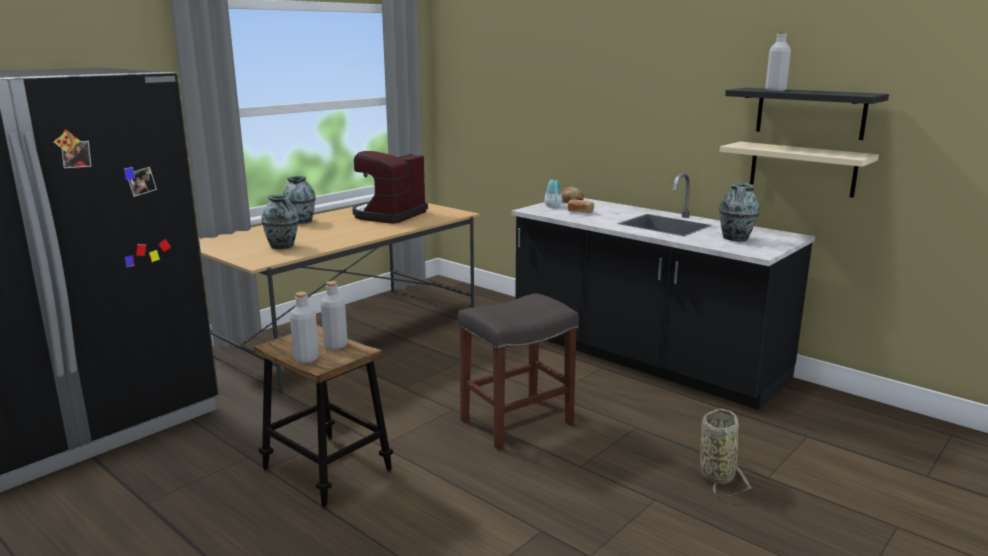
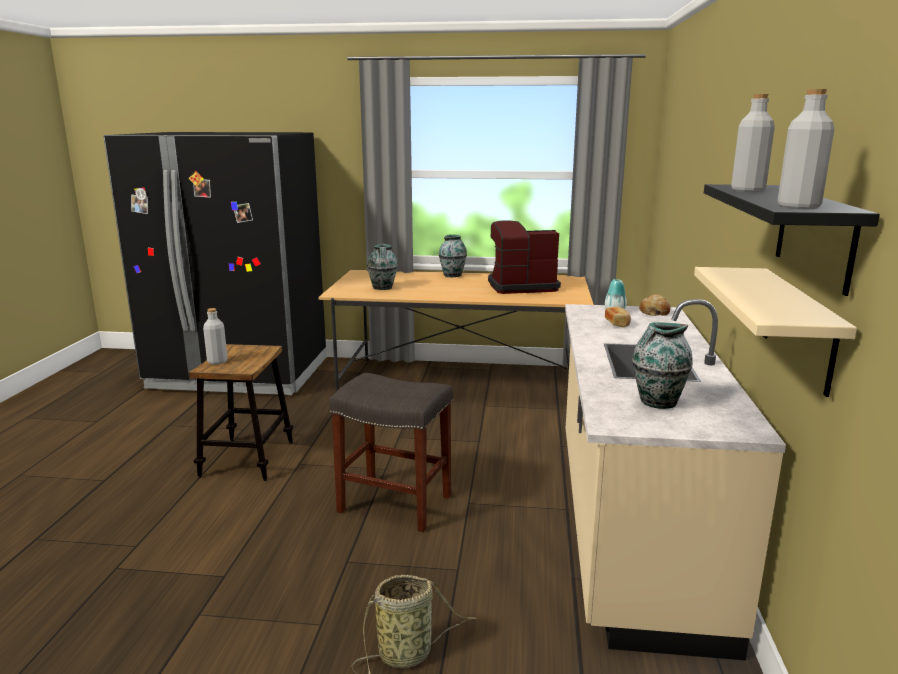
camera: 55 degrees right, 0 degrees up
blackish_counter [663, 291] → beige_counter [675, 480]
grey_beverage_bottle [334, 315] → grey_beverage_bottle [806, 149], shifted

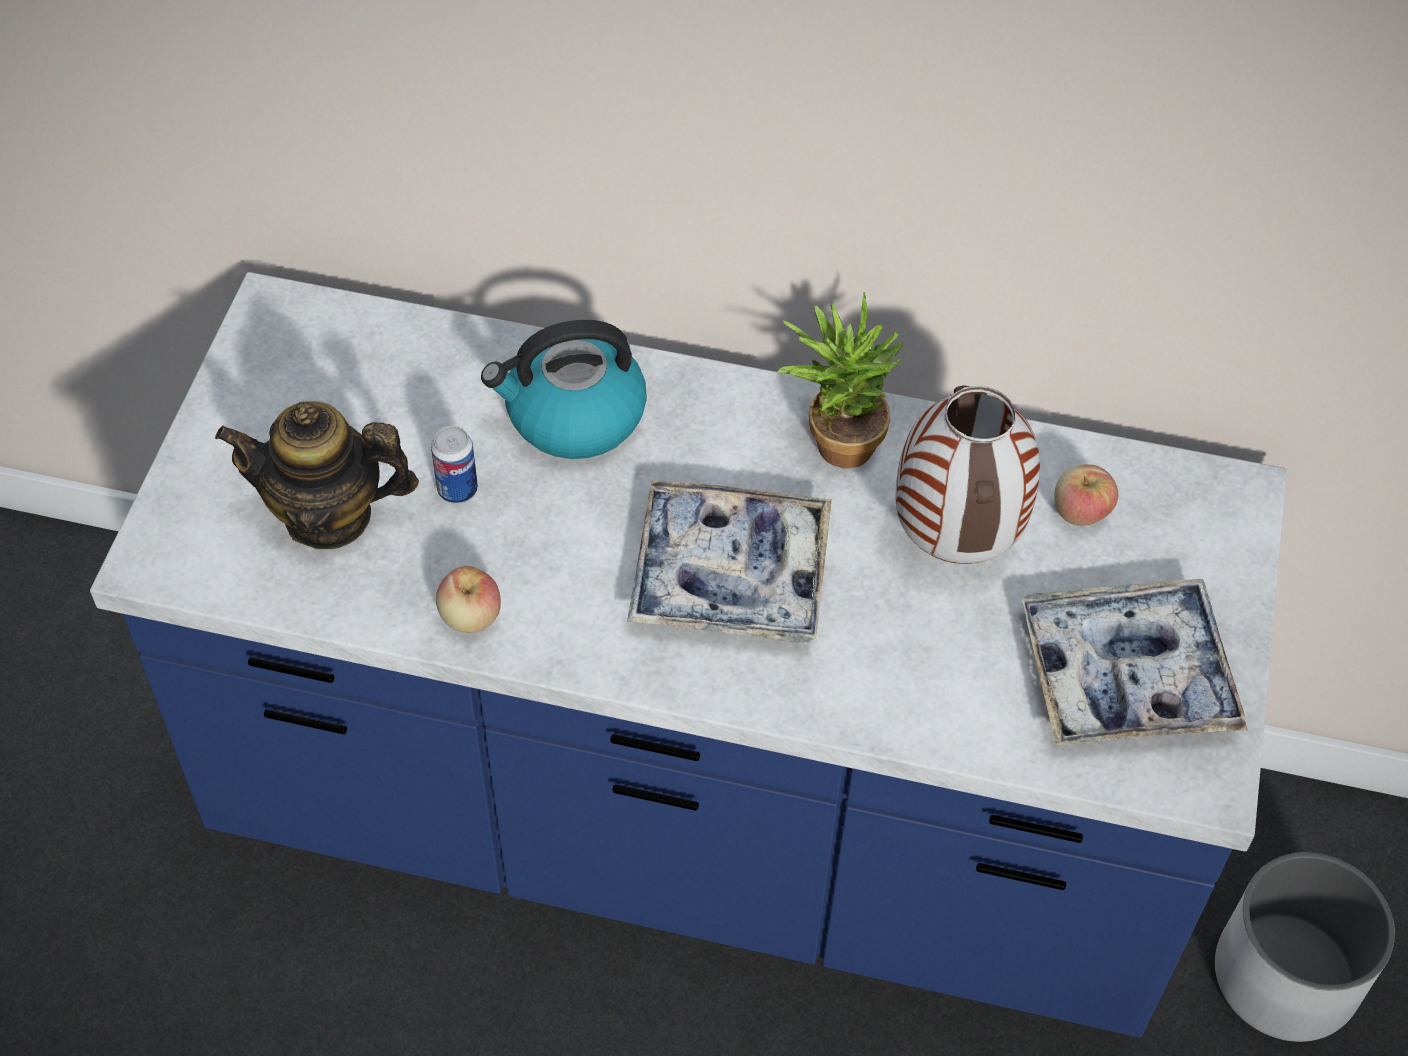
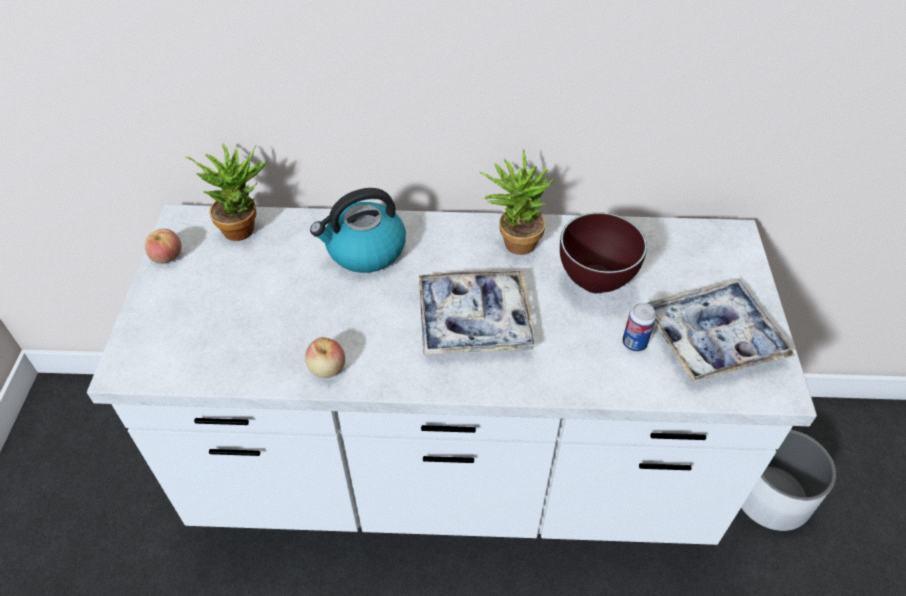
camera: 10 degrees left, 5 degrees down
blue-coloured_counter [688, 655] → white_counter [452, 374]
apple [1086, 495] → apple [163, 246], shifted
- → plant_in_a_pot [226, 192]
decorative_vase [968, 474] → brownish_bowl [603, 252]
sealed_can [454, 464] → sealed_can [639, 327], shifted
tea_pot [317, 475] → -

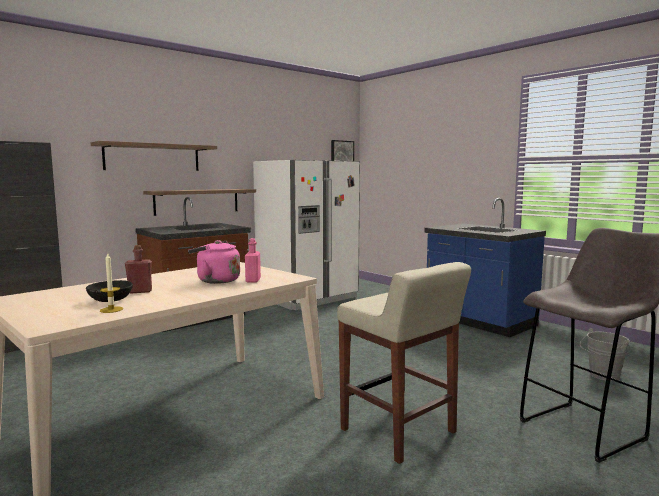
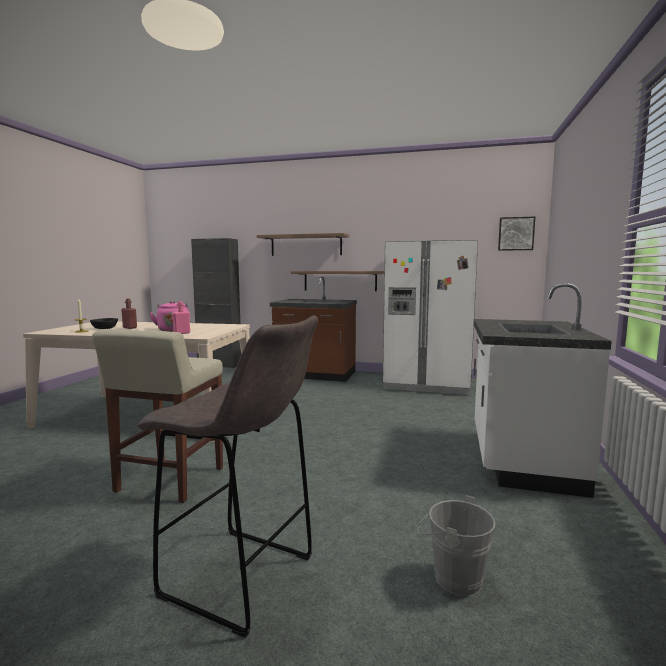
camera: 55 degrees right, 0 degrees up
blue-coloured_counter [485, 267] → white_counter [543, 390]

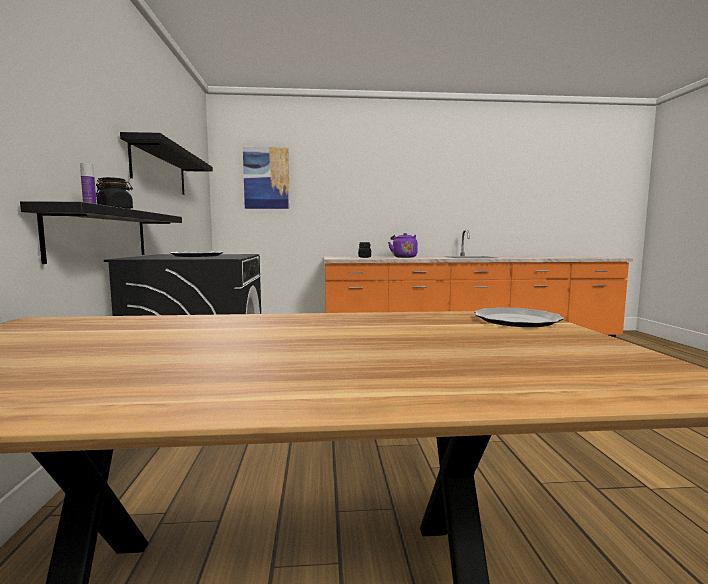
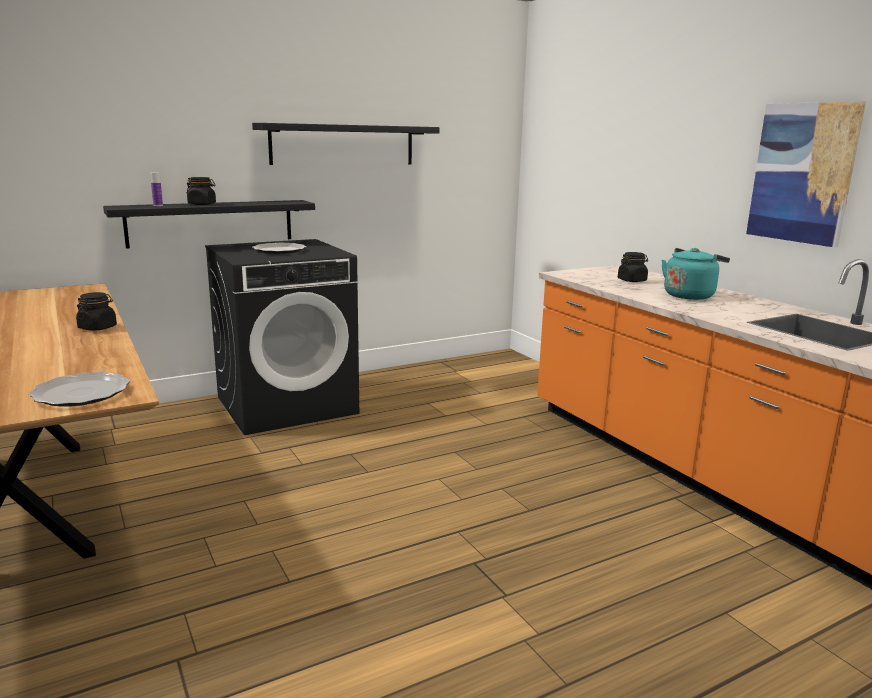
camera: 65 degrees right, 10 degrees up
- → blackish_preserve_jar [96, 311]
purplish_kettle [403, 245] → turquoise_kettle [695, 274]
wall_picture [266, 178] → wall_picture [806, 174], shifted

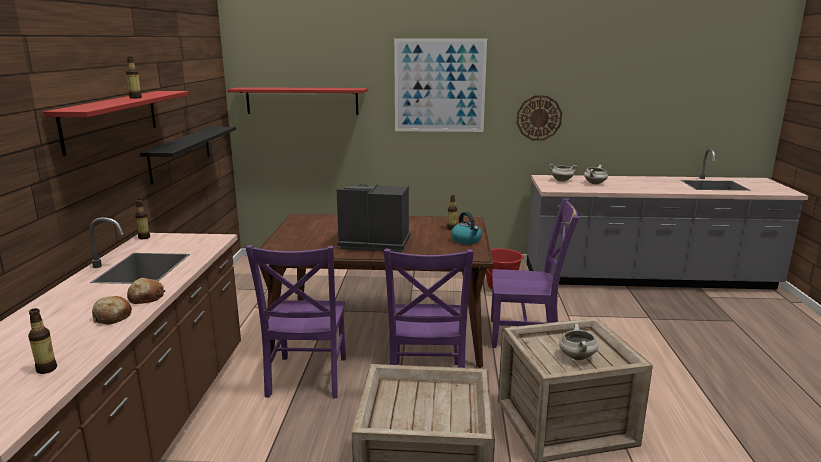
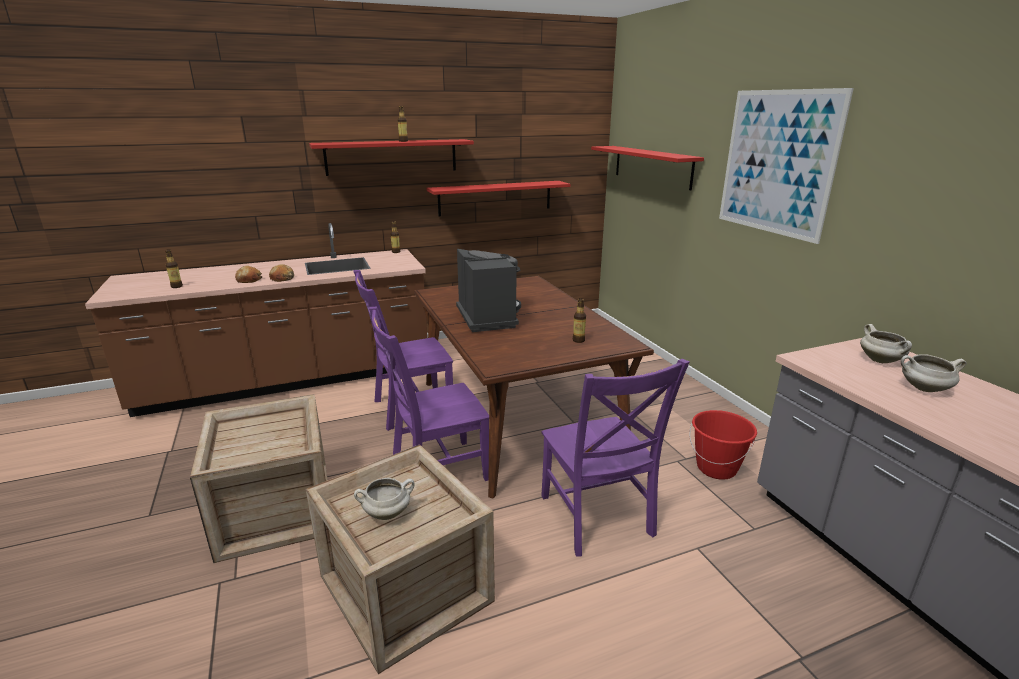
camera: 65 degrees right, 5 degrees up
blackish_bracket_shelf [188, 156] → reddish_bracket_shelf [498, 198]
kettle [466, 228] → -
hanging_clock [539, 118] → -

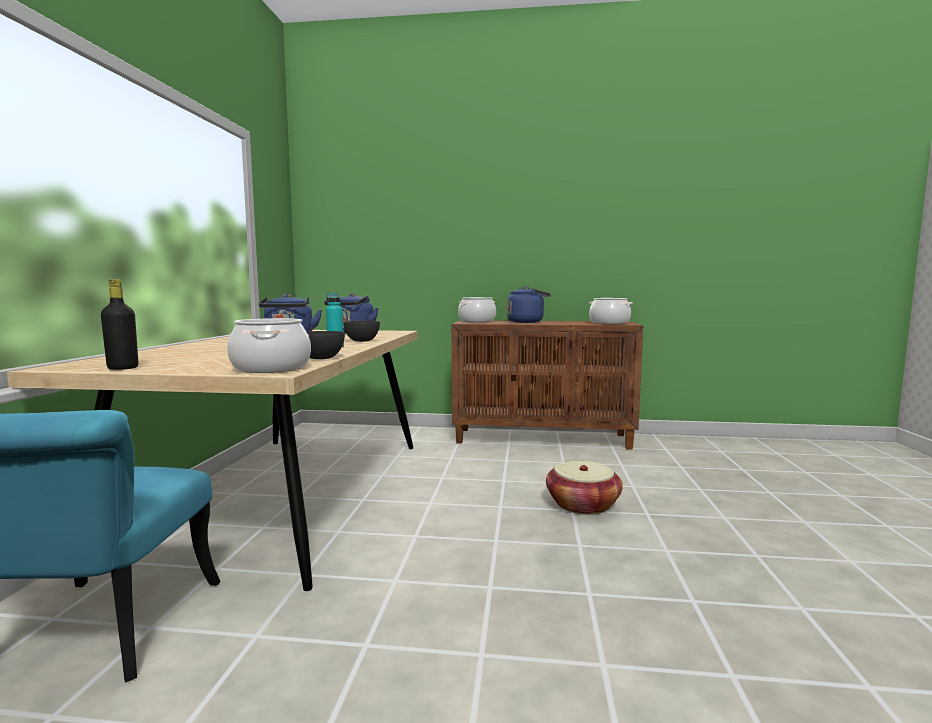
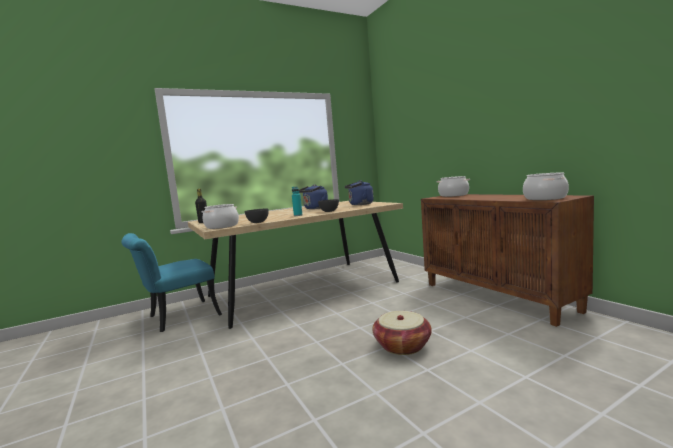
camera: 55 degrees right, 0 degrees up
blue-coloured_kettle [529, 304] → -

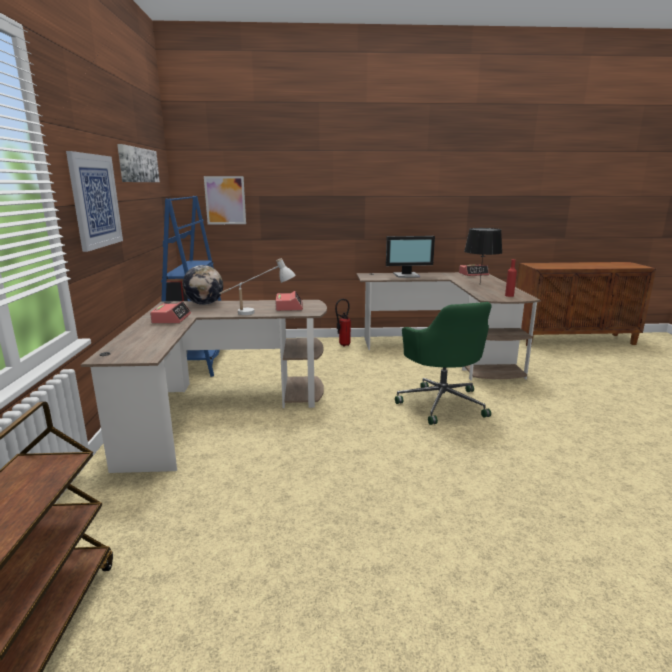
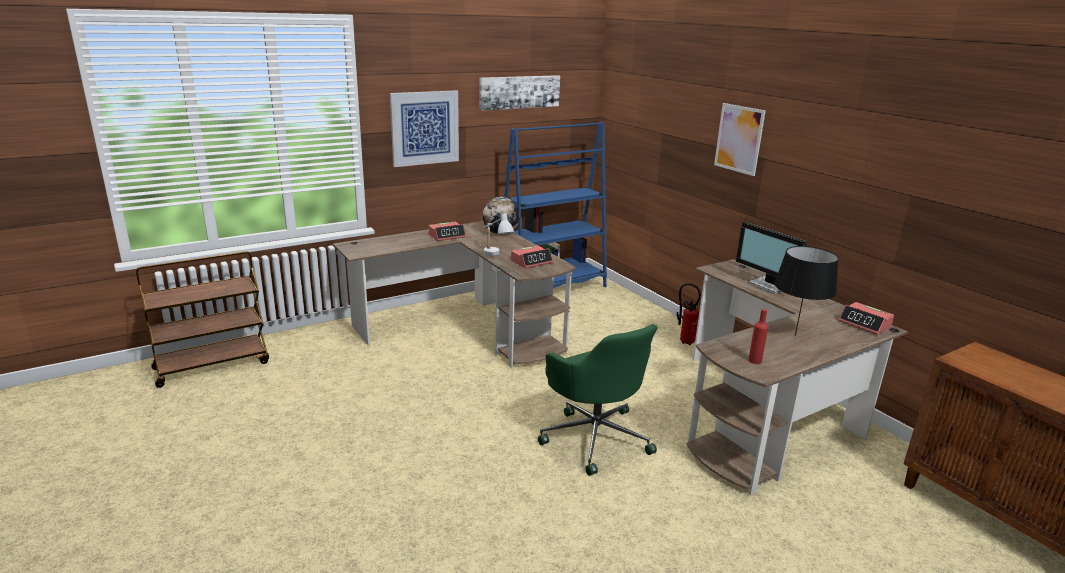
camera: 60 degrees right, 5 degrees up
green_computer_chair [443, 363] → green_computer_chair [597, 400], 75 degrees counterclockwise
wall_picture [225, 200] → wall_picture [740, 139], shifted

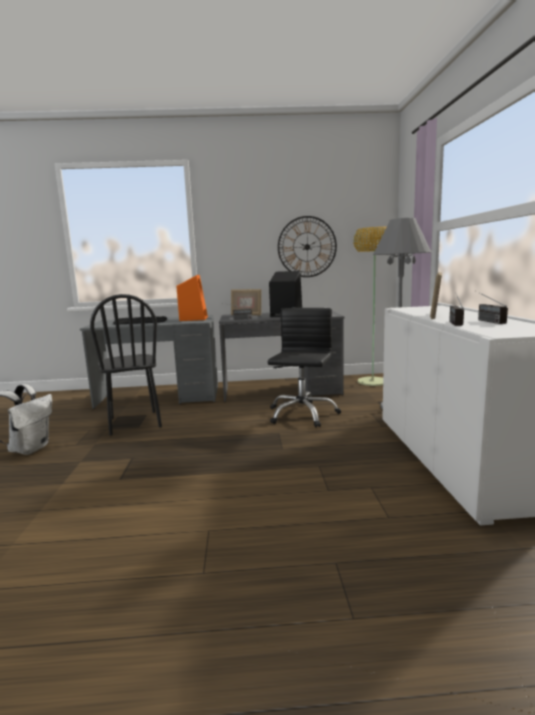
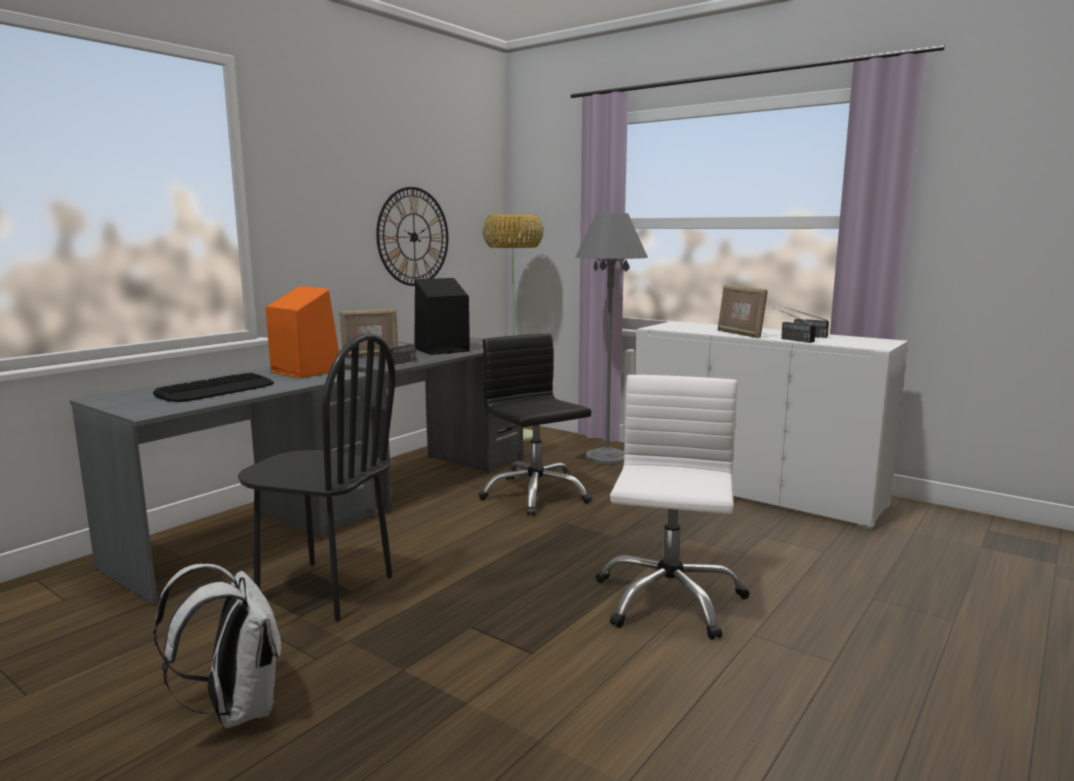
camera: 50 degrees left, 0 degrees up
- → white_computer_chair [673, 507]

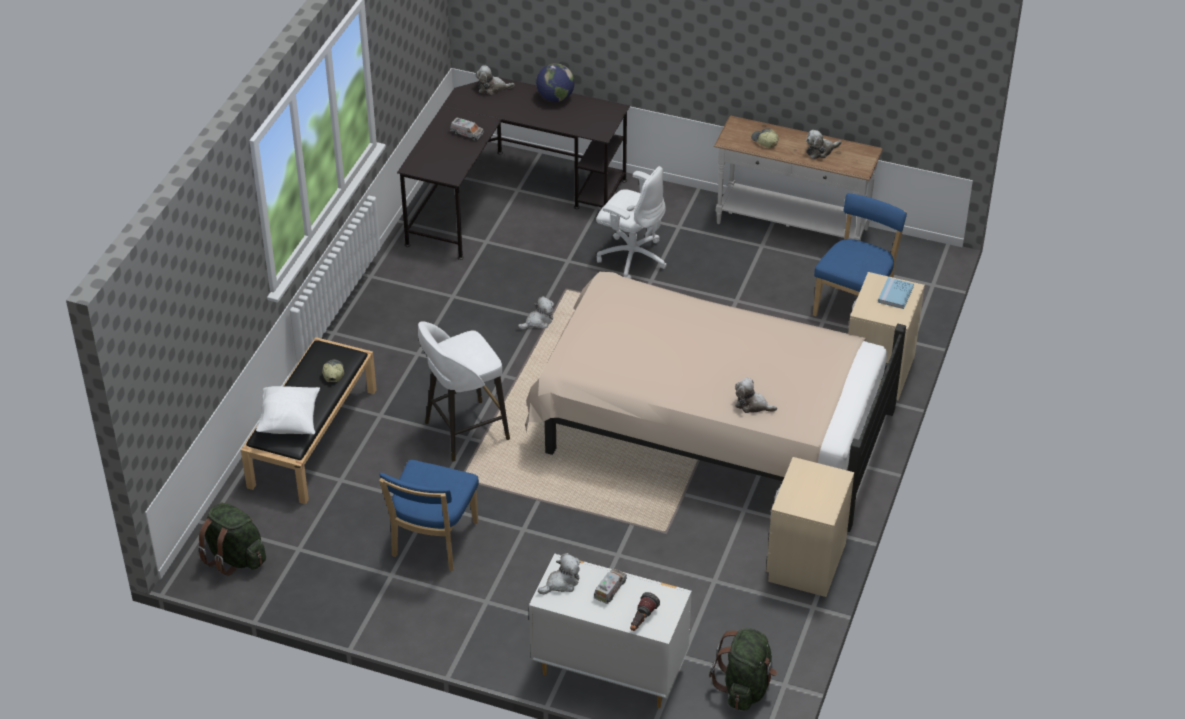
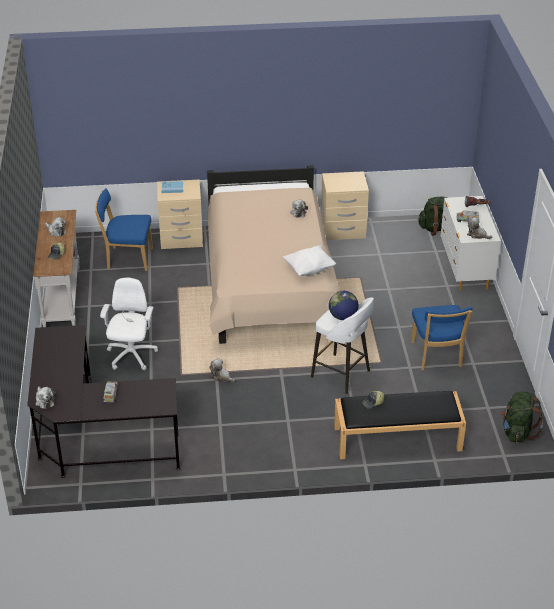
camera: 115 degrees left, 5 degrees down
white_pillow [288, 410] → white_pillow [309, 260], shifted
globe [555, 82] → globe [344, 305], shifted
blue-coloured_upright_chair [429, 515] → blue-coloured_upright_chair [442, 338], 90 degrees clockwise

